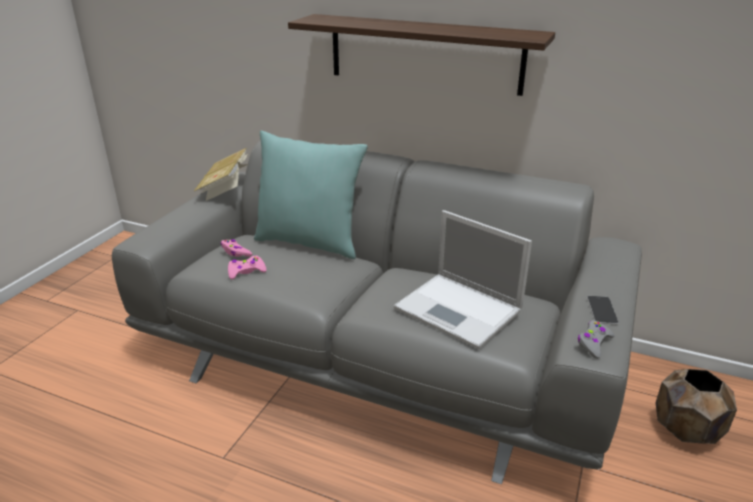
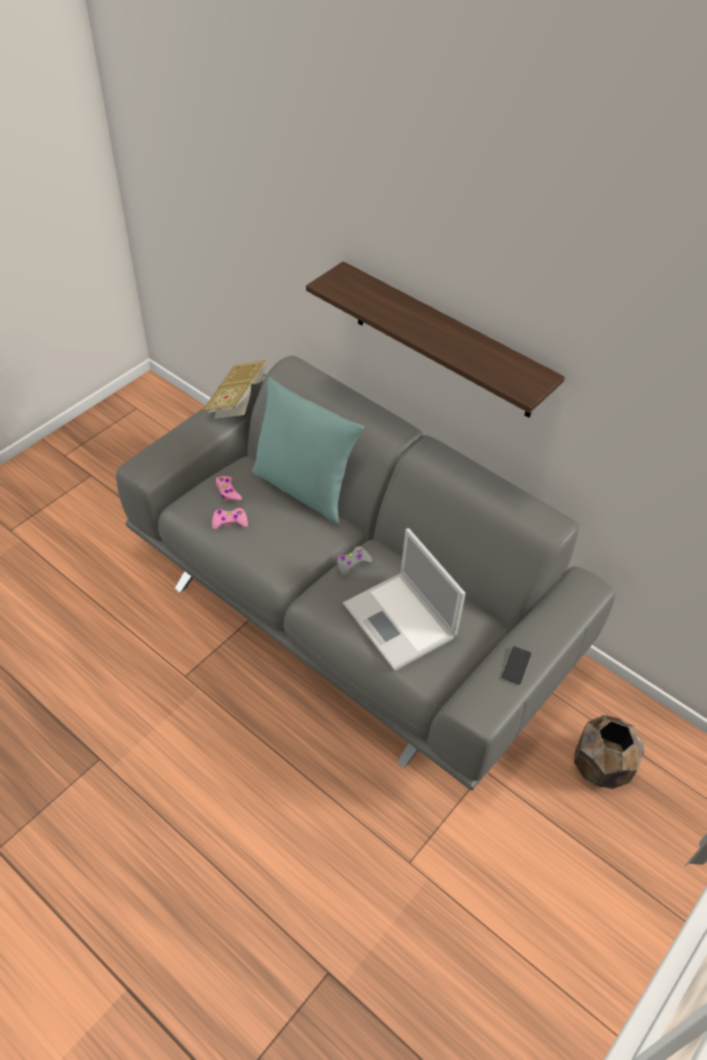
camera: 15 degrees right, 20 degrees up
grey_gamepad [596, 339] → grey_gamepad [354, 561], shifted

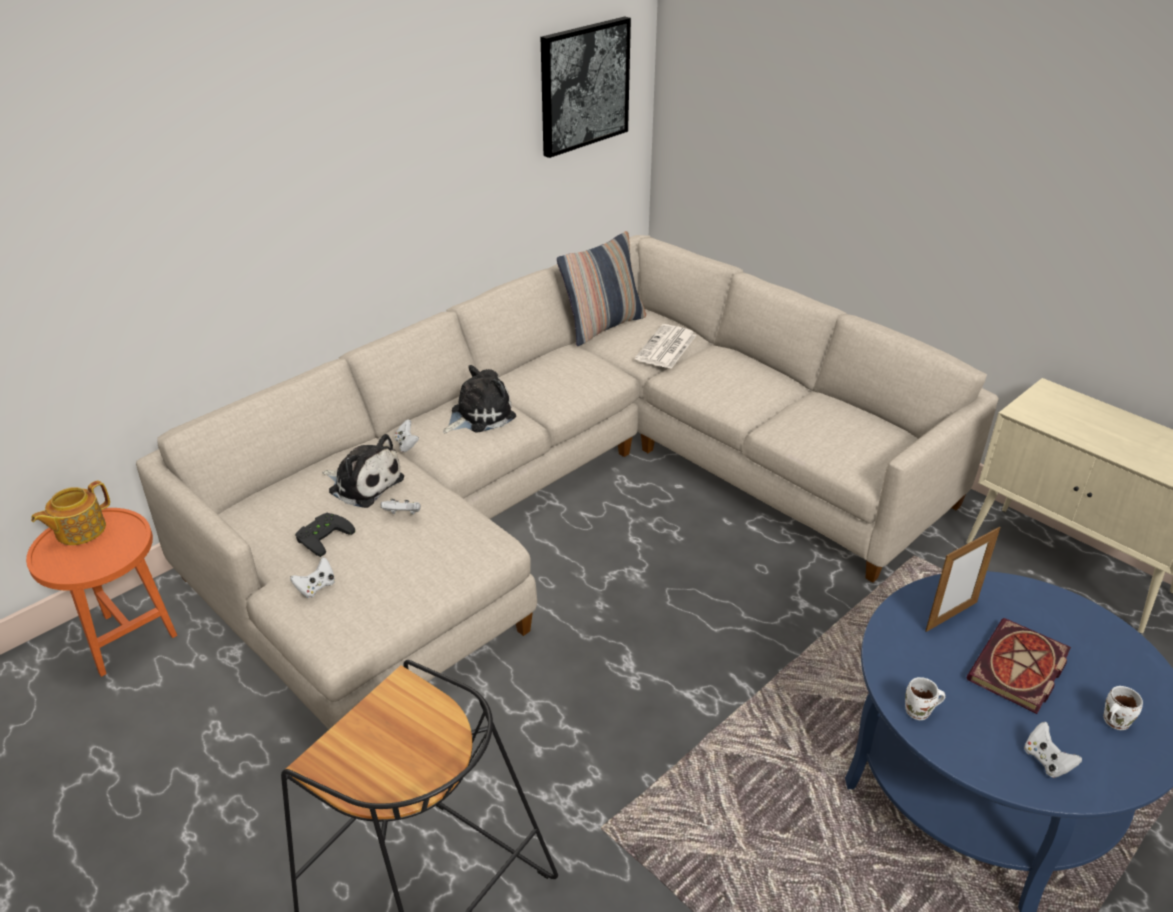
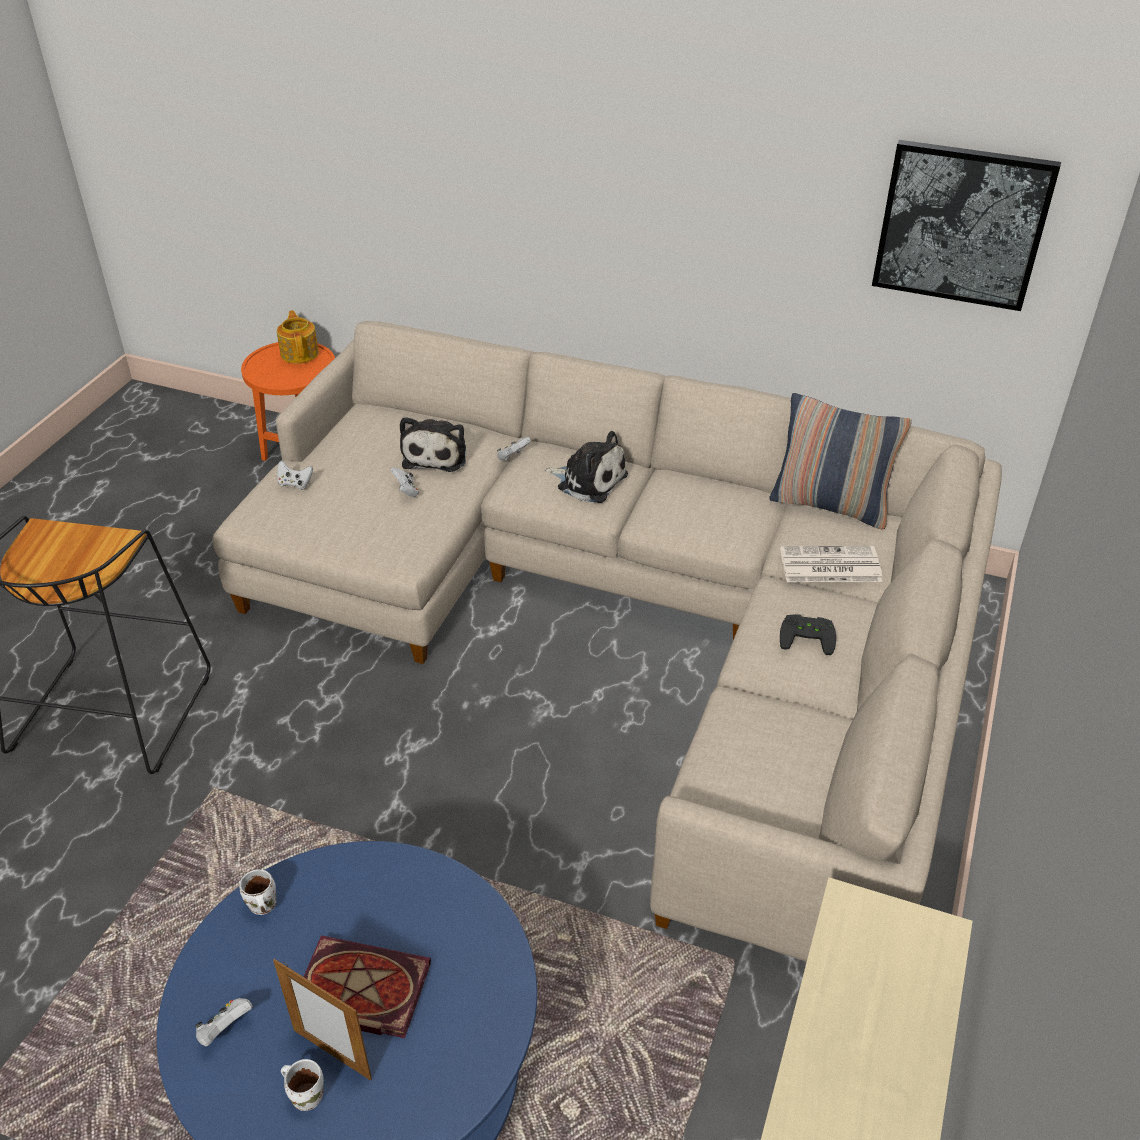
camera: 65 degrees right, 5 degrees up
photo_frame [963, 579] → photo_frame [322, 1020], shifted
tea_pot [70, 513] → tea_pot [298, 337], 60 degrees clockwise
blackish_gamepad [325, 535] → blackish_gamepad [808, 634], shifted

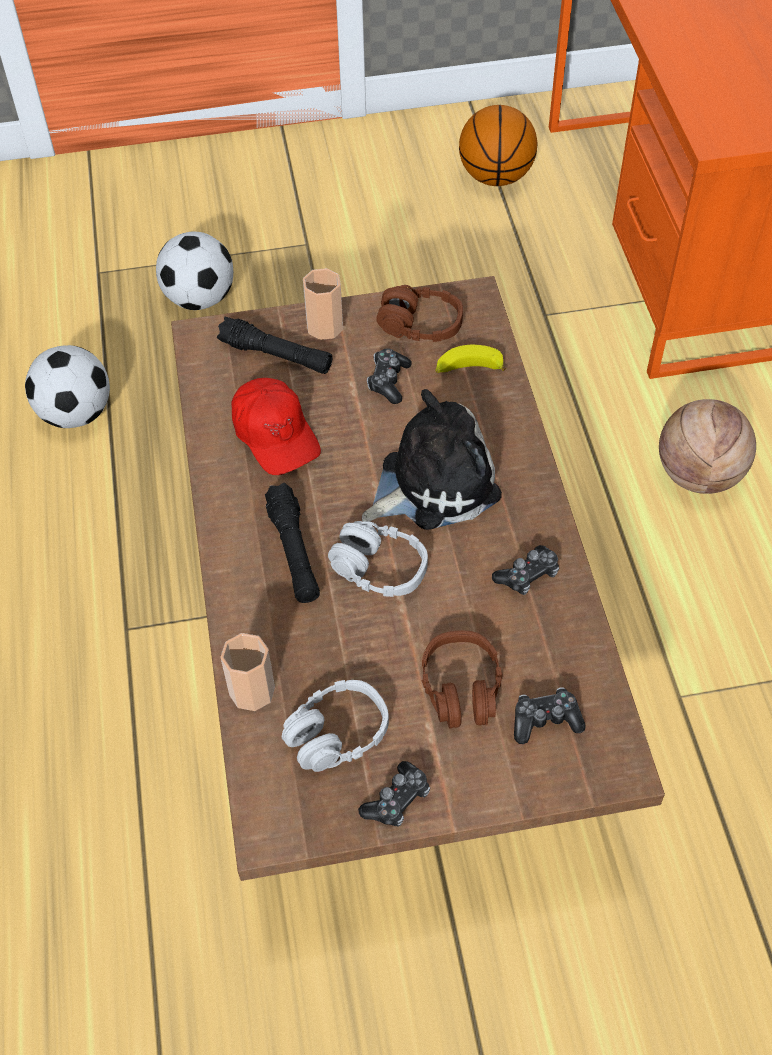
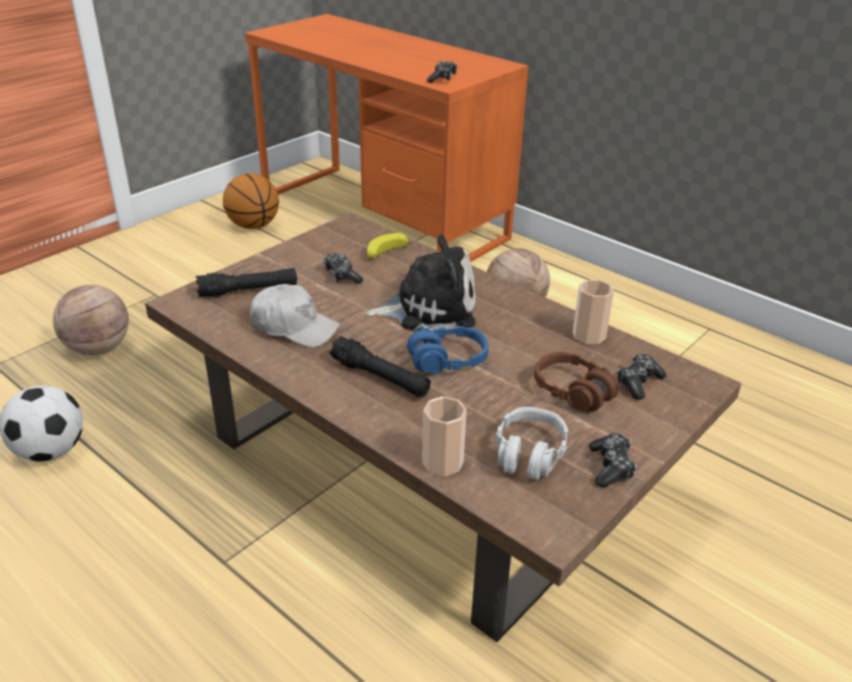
camera: 40 degrees left, 20 degrees down
ball_for_football [194, 271] → basketball_ball [91, 320]
reddish_cap [276, 426] → white_cap [295, 316]
plush_toy [432, 459] → plush_toy [420, 283], 60 degrees clockwise
grey_headset [378, 559] → blue-coloured_headset [448, 350]
gamepad [525, 570] → gamepad [442, 72], shifted
cup [323, 304] → cup [593, 312], shifted
brownish_headset [419, 313] → -

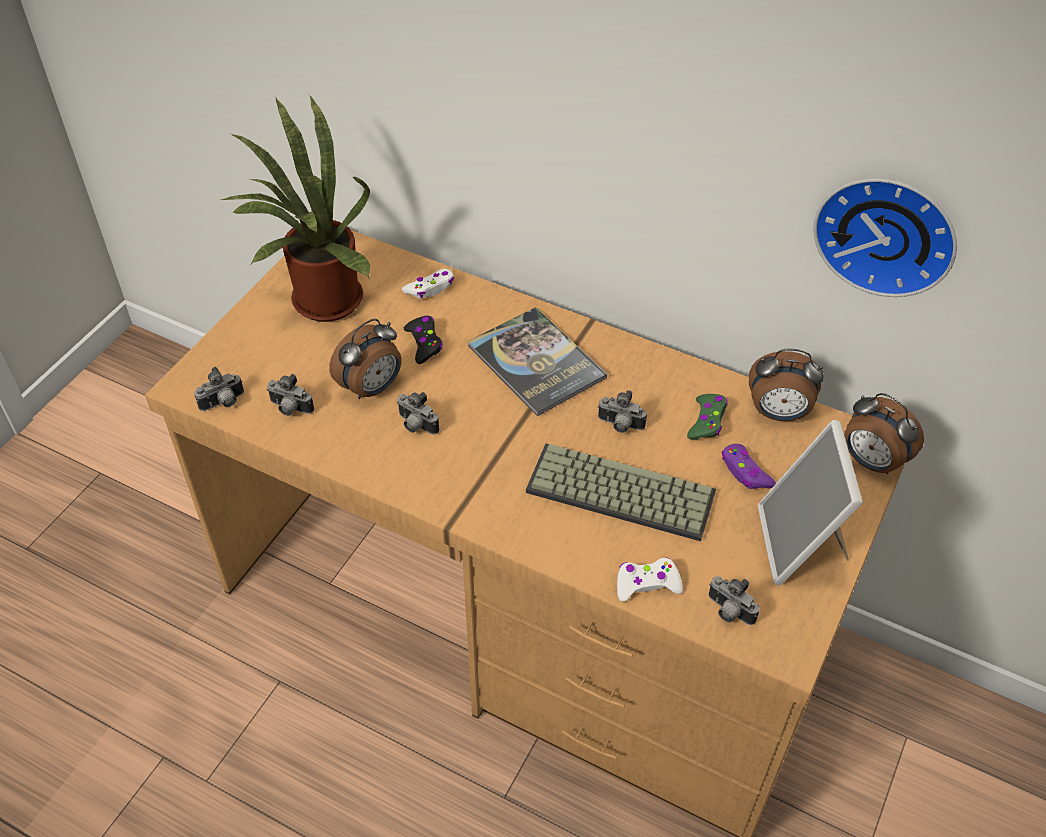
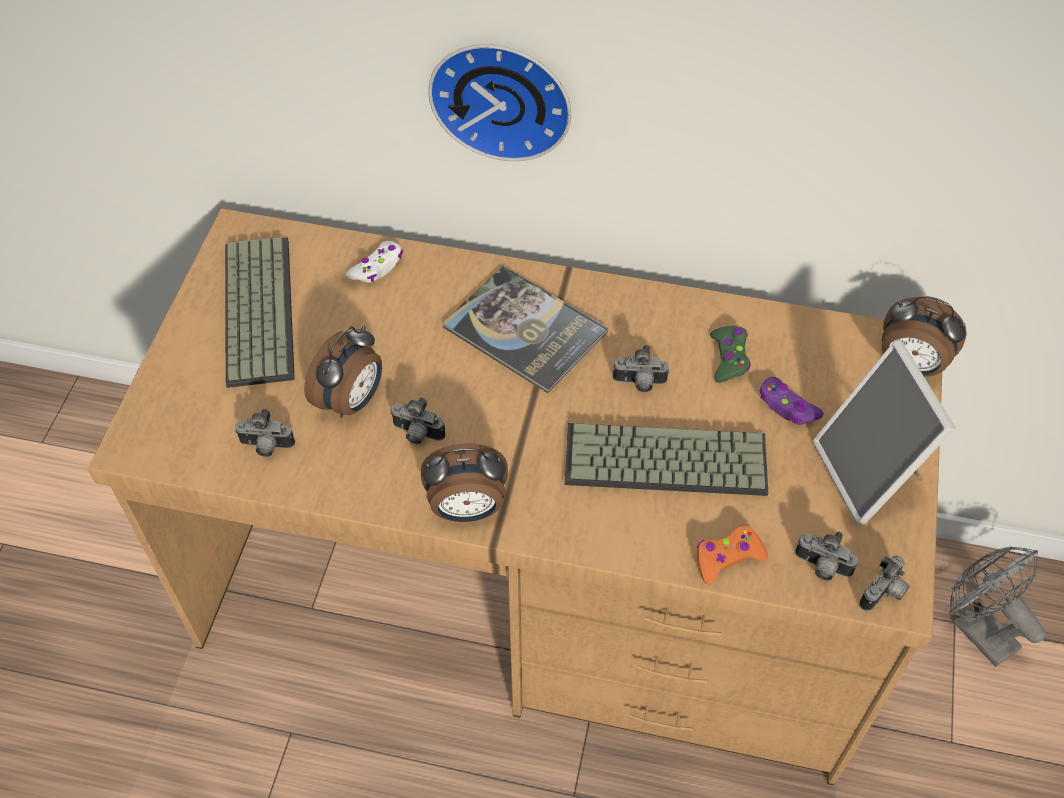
camera: 15 degrees left, 5 degrees up
plant_in_a_pot [295, 208] → keyboard [260, 312]
alarm_clock [786, 385] → alarm_clock [464, 483], shifted
hanging_clock [885, 237] → hanging_clock [499, 102], shifted
white_gamepad [650, 580] → orangey_gamepad [732, 555]
still_camera [219, 389] → still_camera [884, 583], shifted
- → grey_electric_fan [997, 606]
blackish_gamepad [423, 340] → -

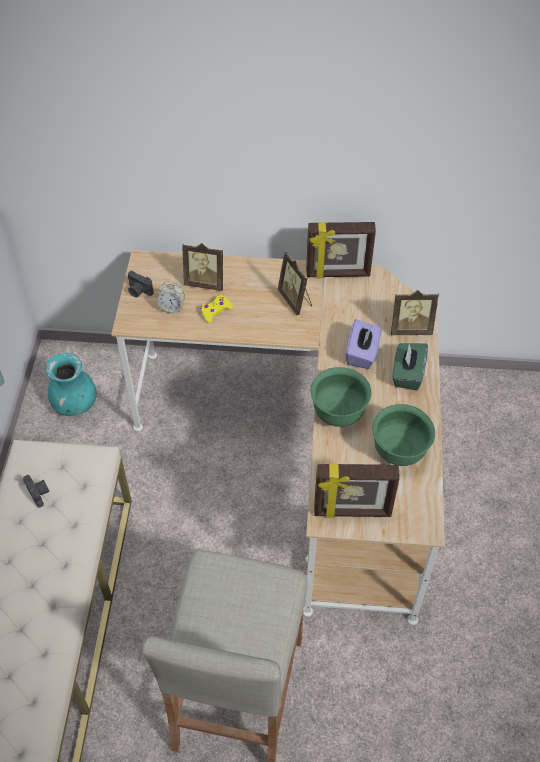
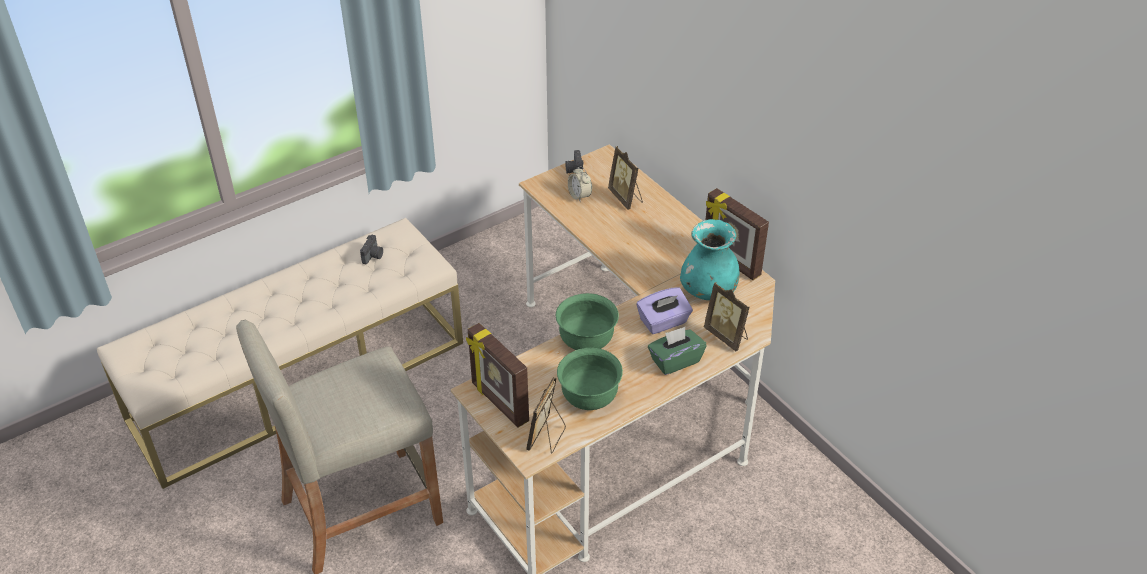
camera: 50 degrees right, 10 degrees down
photo_frame [295, 283] → photo_frame [546, 415], shifted
turquoise_decorative_vase [71, 384] → turquoise_decorative_vase [710, 259], shifted
yellow_gamepad [217, 309] → -

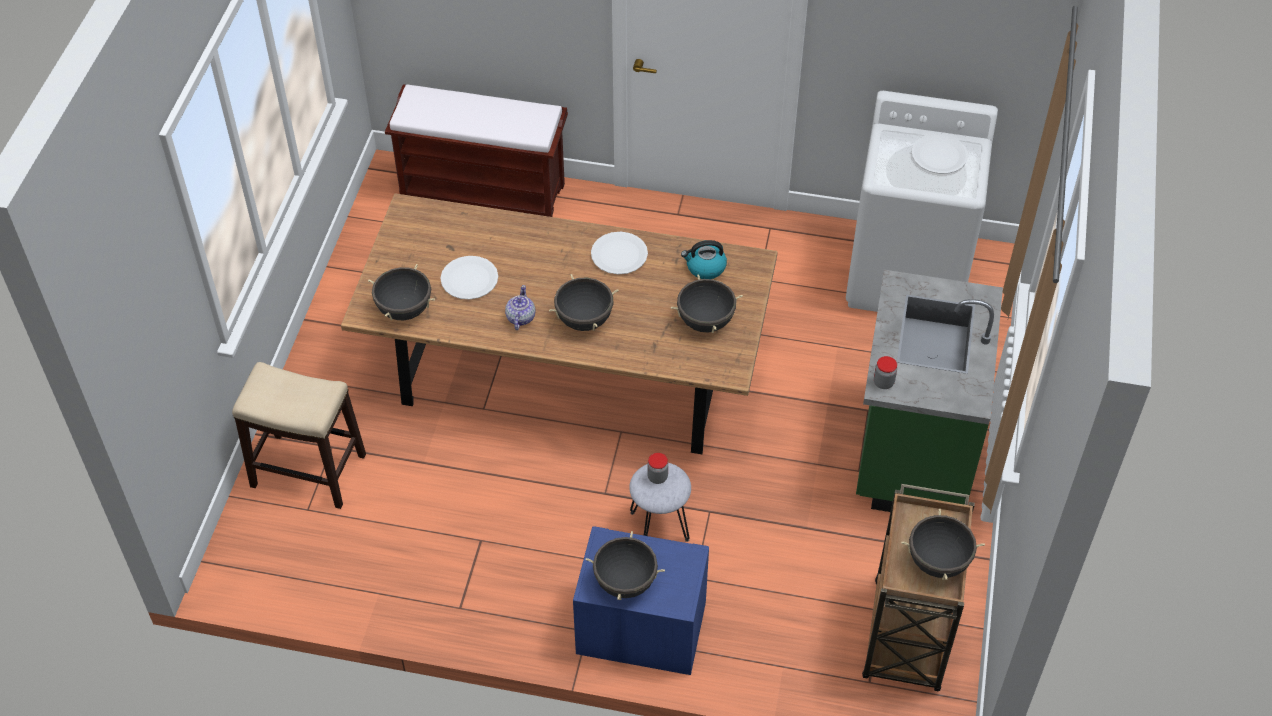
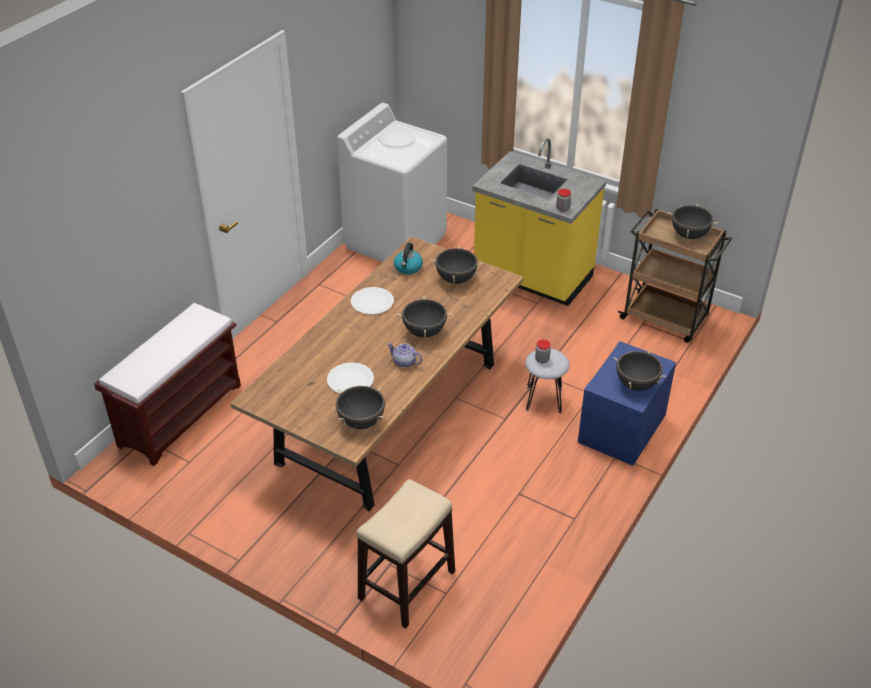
camera: 70 degrees left, 10 degrees down
green_counter [929, 391] → yellow_counter [539, 222]

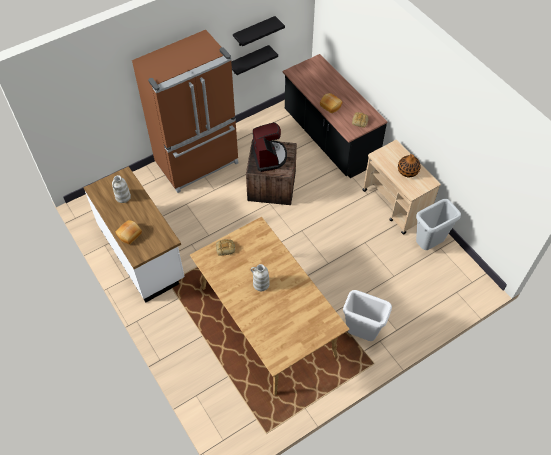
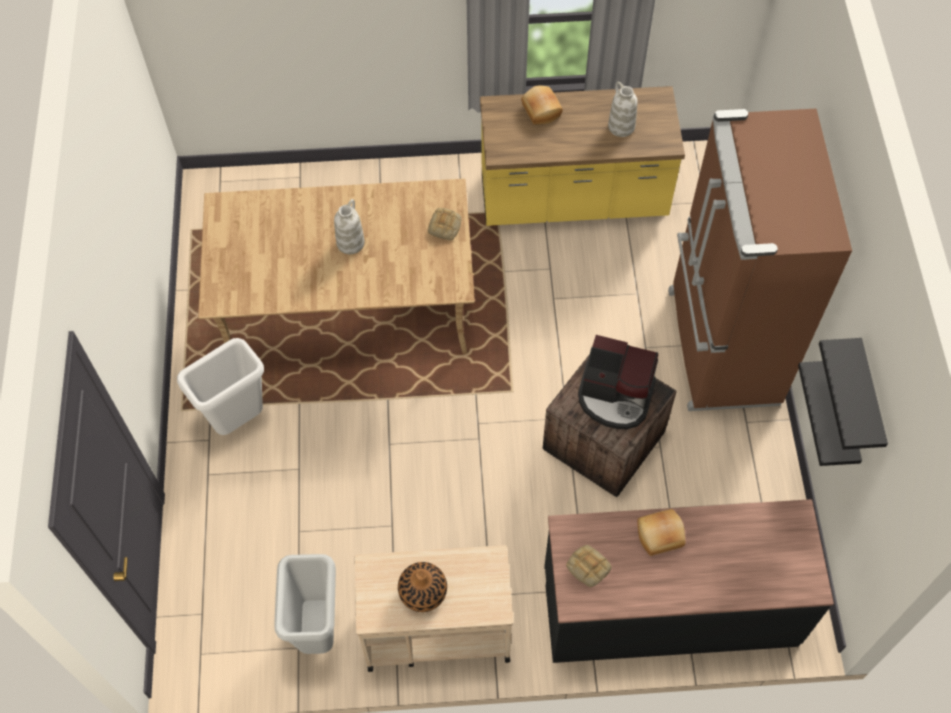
camera: 120 degrees right, 5 degrees up
white_counter [134, 234] → yellow_counter [582, 156]

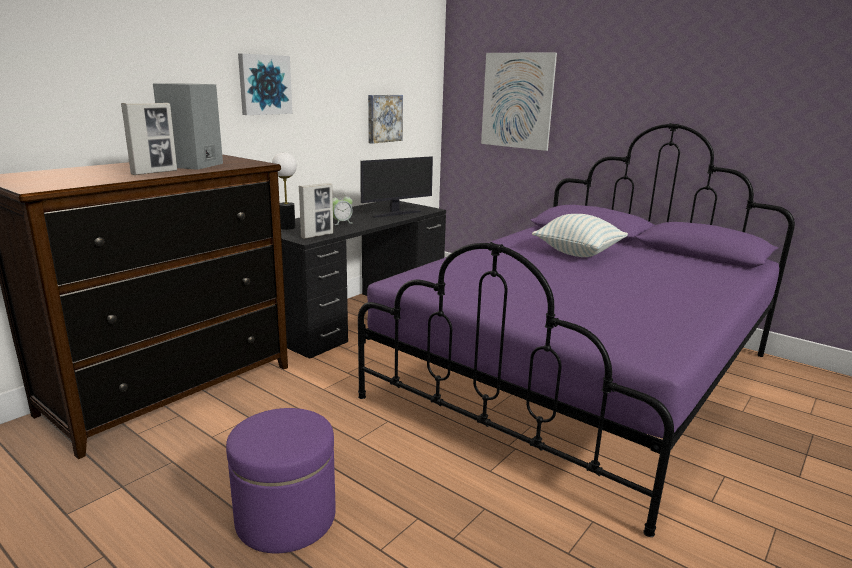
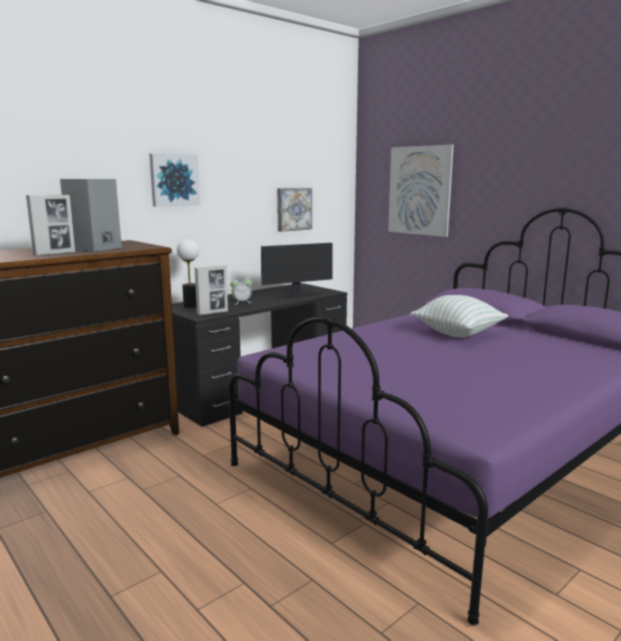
camera: 10 degrees right, 5 degrees down
purplish_ottoman [281, 480] → -

